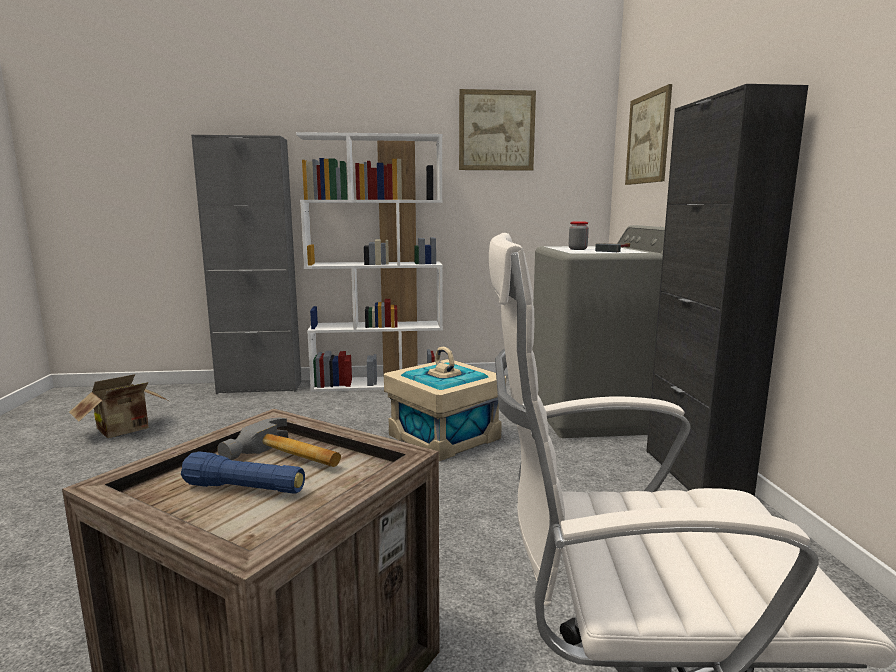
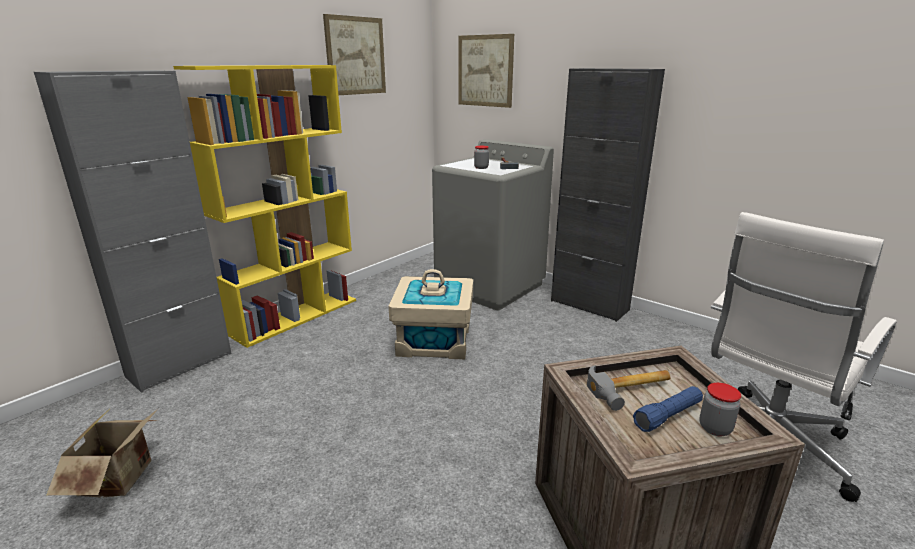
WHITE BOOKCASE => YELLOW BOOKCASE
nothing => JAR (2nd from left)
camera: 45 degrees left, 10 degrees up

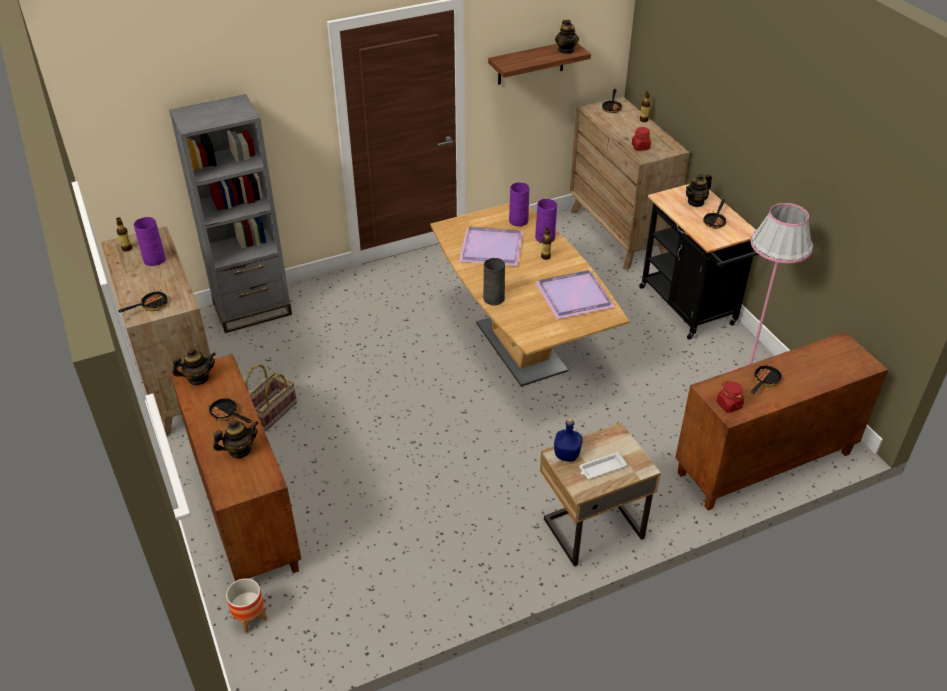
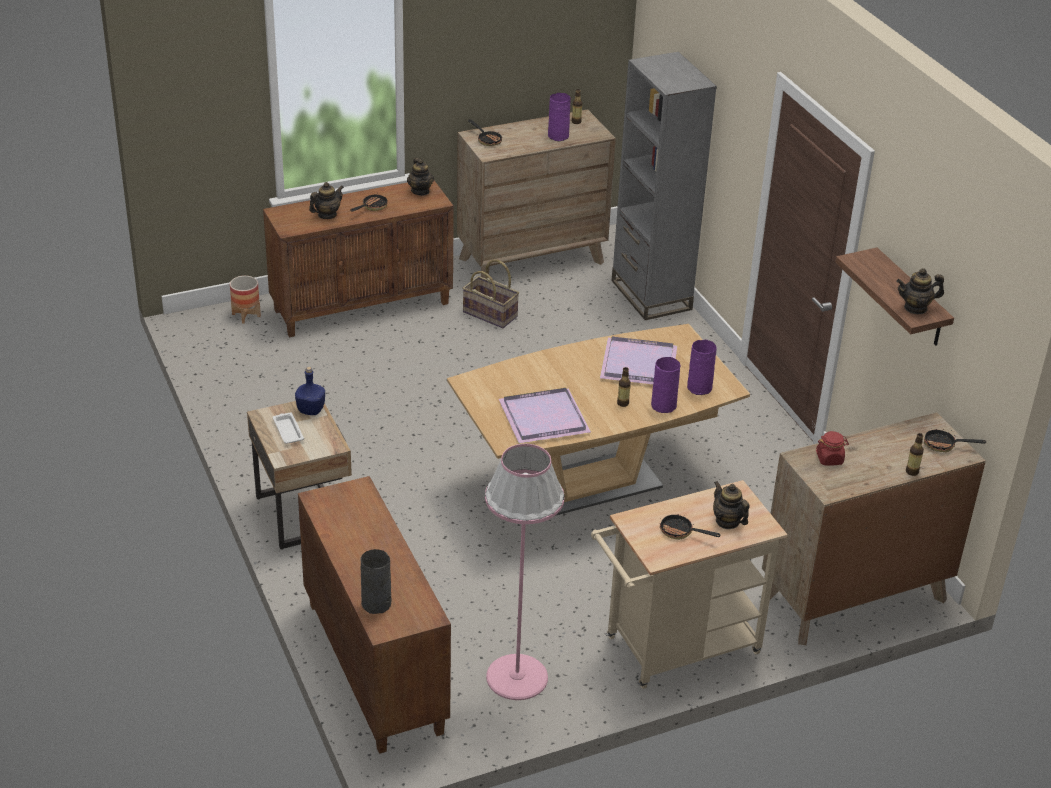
TEAPOT (2nd from left in the first image) => TEAPOT (1st from left), 105 degrees counterclockwise
GREY VASE, moved
BLACK CART => BEIGE CART
RED JAR (2nd from left) => nothing
FRYING PAN (5th from left) => nothing
camera: 90 degrees right, 5 degrees down

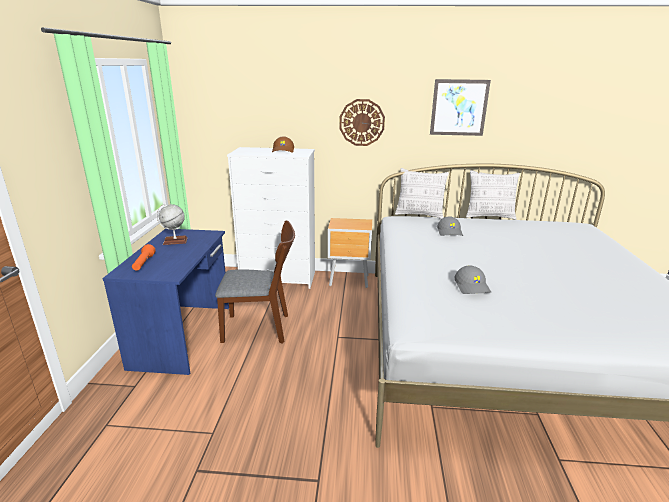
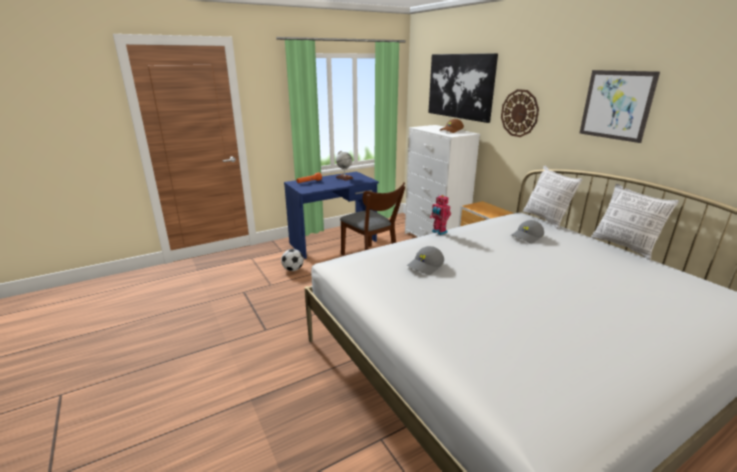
nothing => FOOTBALL
nothing => PICTURE (1st from left)
nothing => TOY ROBOT
camera: 55 degrees right, 0 degrees up

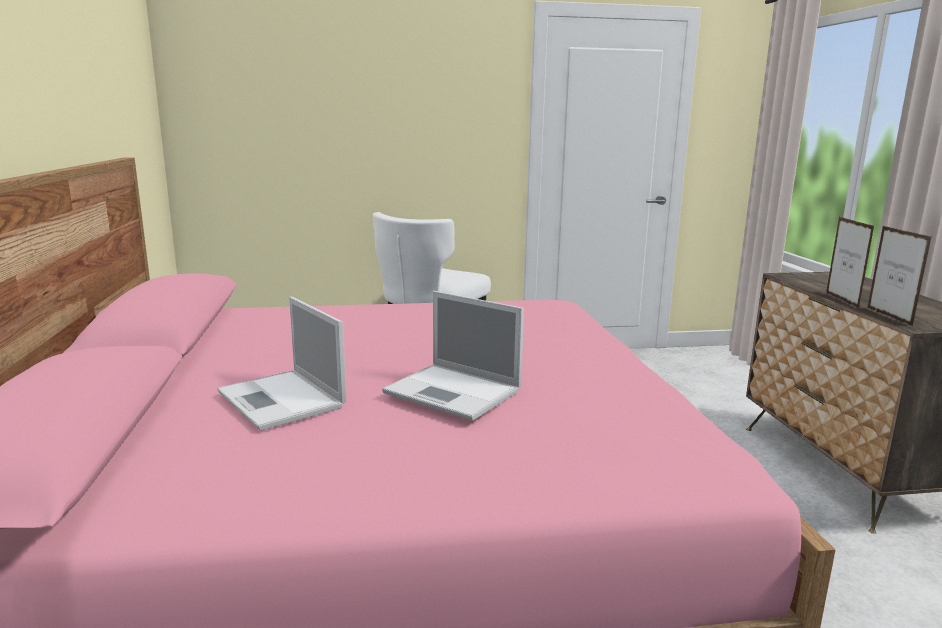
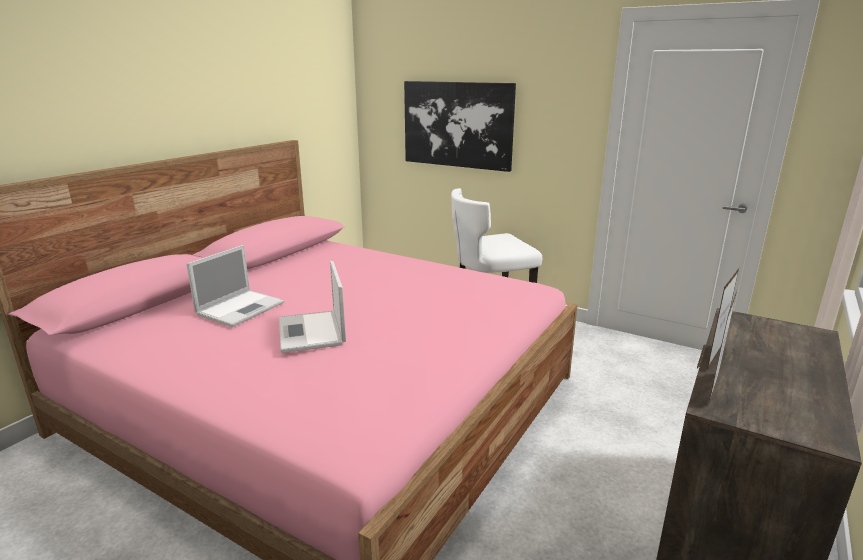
LAPTOP (1st from left), 150 degrees counterclockwise
nothing => PICTURE
camera: 40 degrees right, 5 degrees up

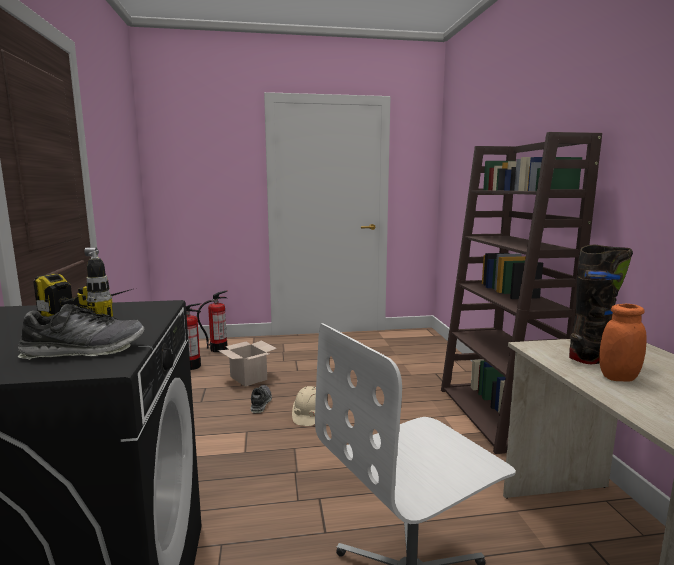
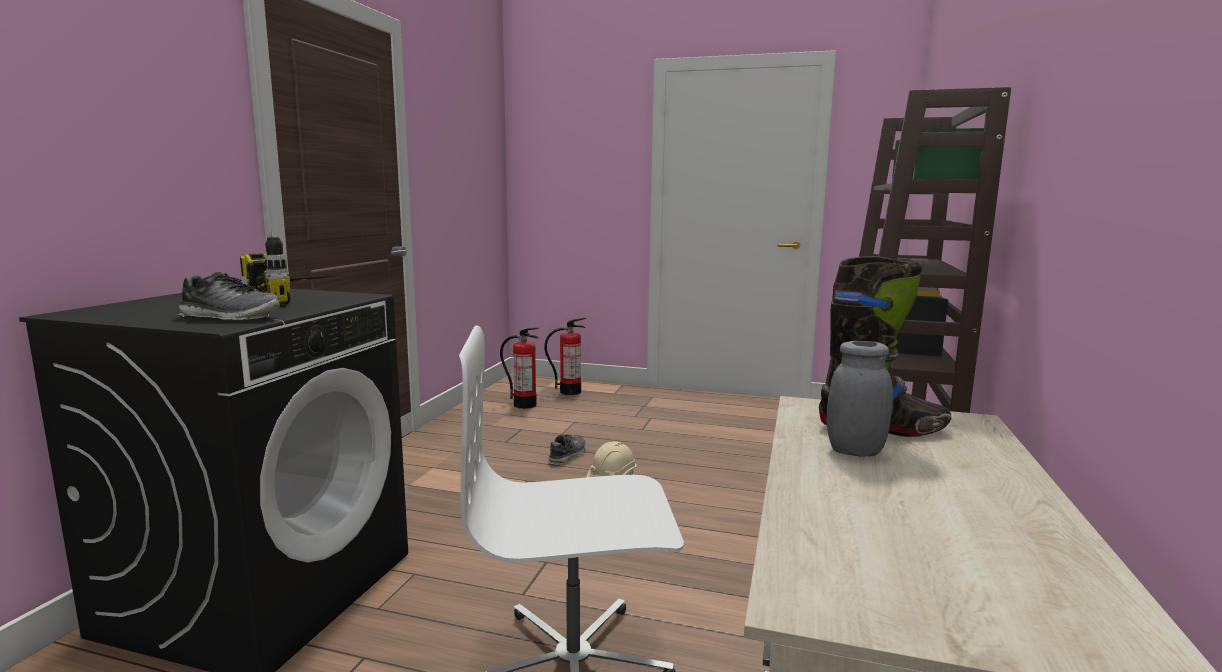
CARDBOARD BOX => nothing
ORANGE JAR => GREY JAR
camera: 25 degrees right, 0 degrees up

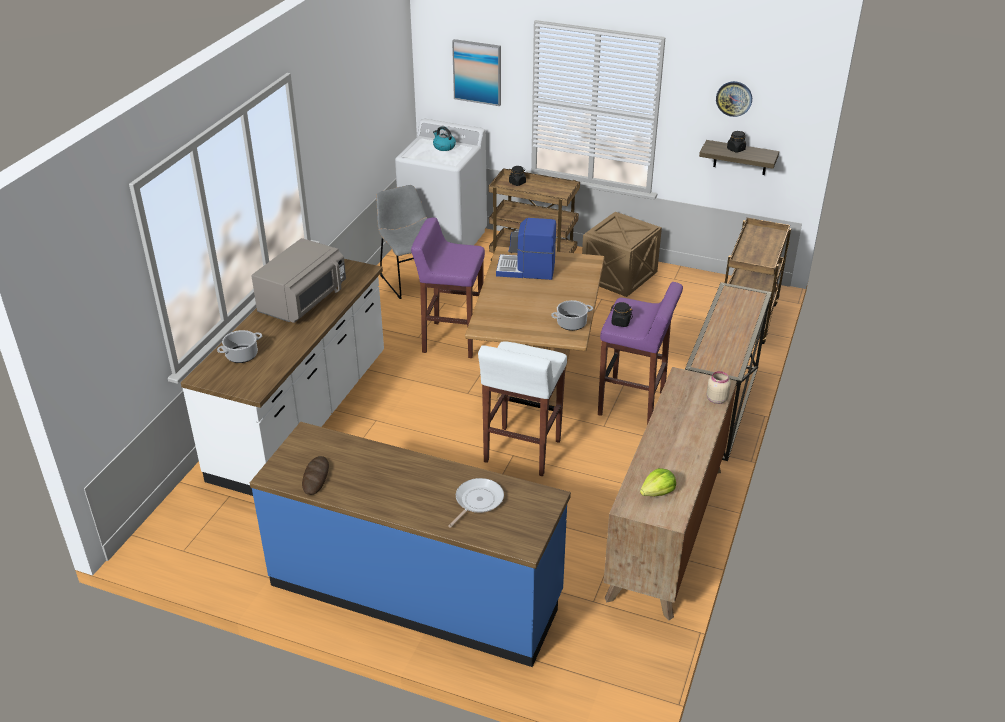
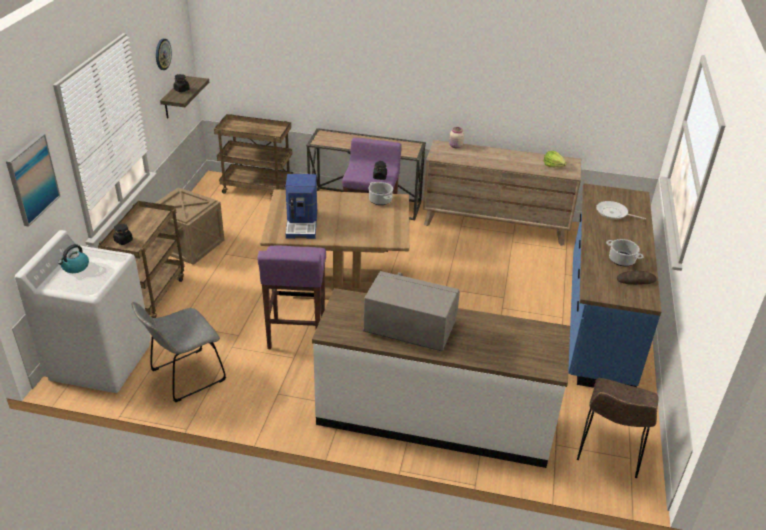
COOKING POT (1st from left in the first image) => COOKING POT (2nd from left), moved
WHITE STOOL => nothing
nothing => BROWN CHAIR
camera: 100 degrees left, 0 degrees up

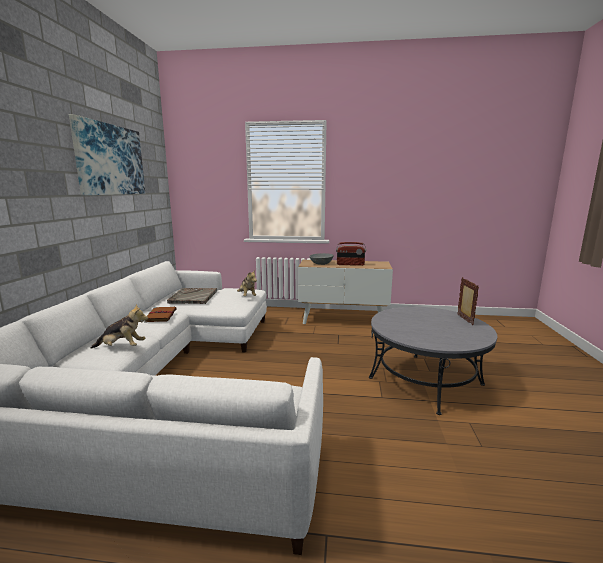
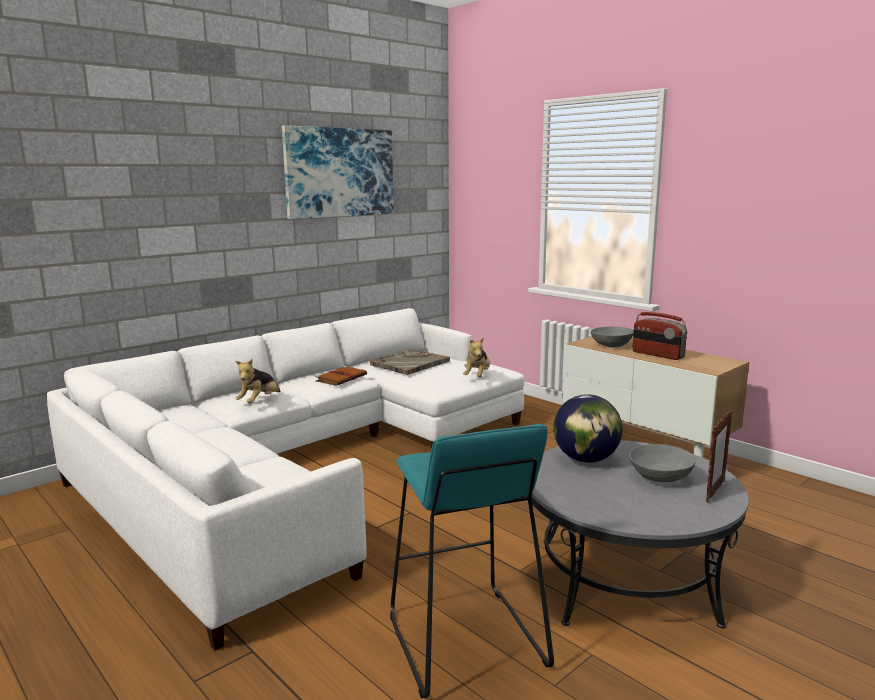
PLUSH TOY (1st from left), 75 degrees clockwise
nothing => TURQUOISE STOOL
nothing => GLOBE
nothing => GREY BOWL (2nd from left)
camera: 40 degrees right, 0 degrees up

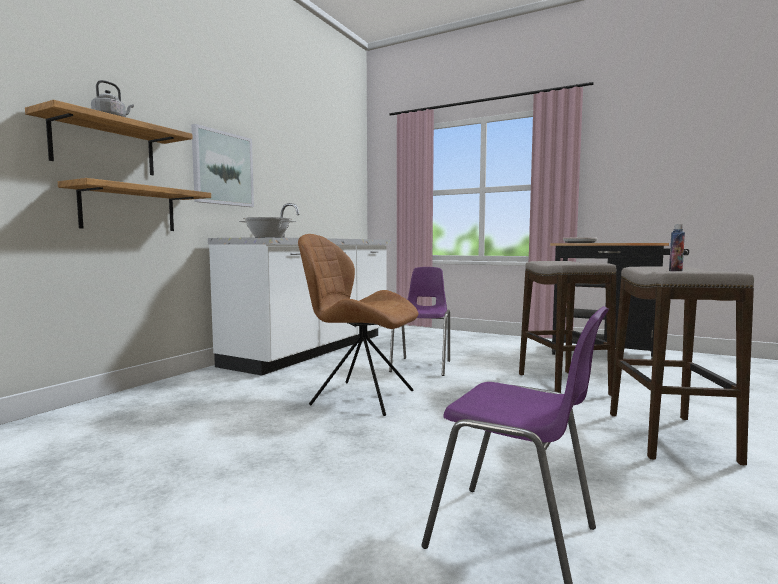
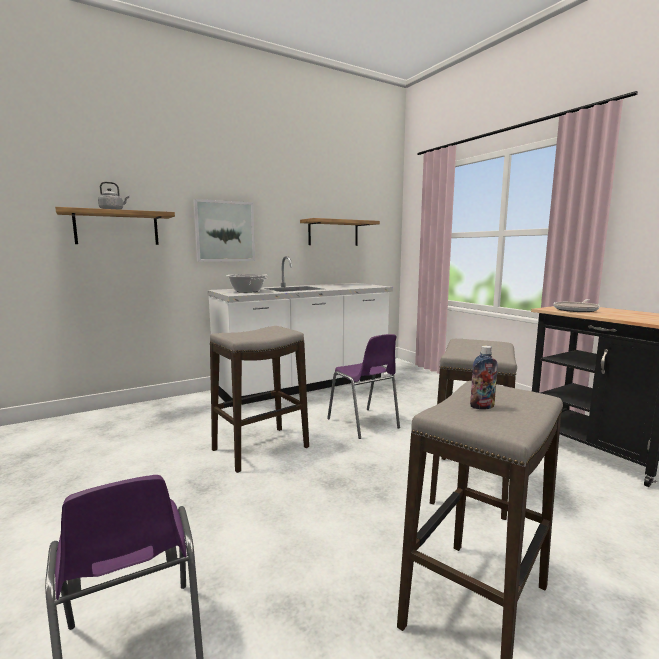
SHELF (2nd from left), moved
BROWN CHAIR => STOOL (1st from left)
PURPLE CHAIR (1st from left in the first image) => PURPLE CHAIR (2nd from left), 105 degrees clockwise
camera: 30 degrees right, 5 degrees up

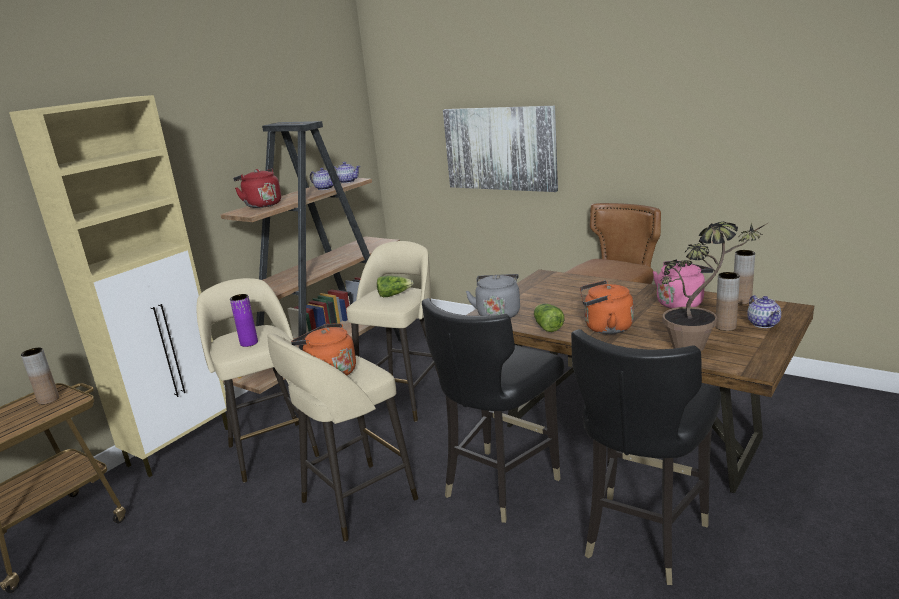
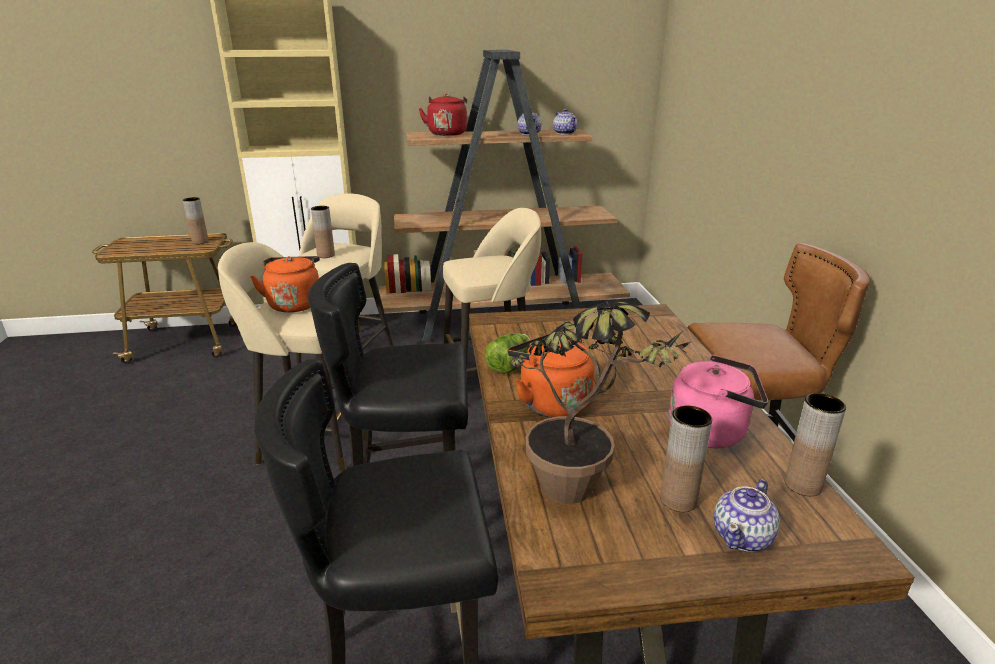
PURPLE VASE => BROWN VASE (2nd from left)
LETTUCE (1st from left) => nothing
PICTURE => nothing
GREY KETTLE => nothing
camera: 45 degrees right, 5 degrees up

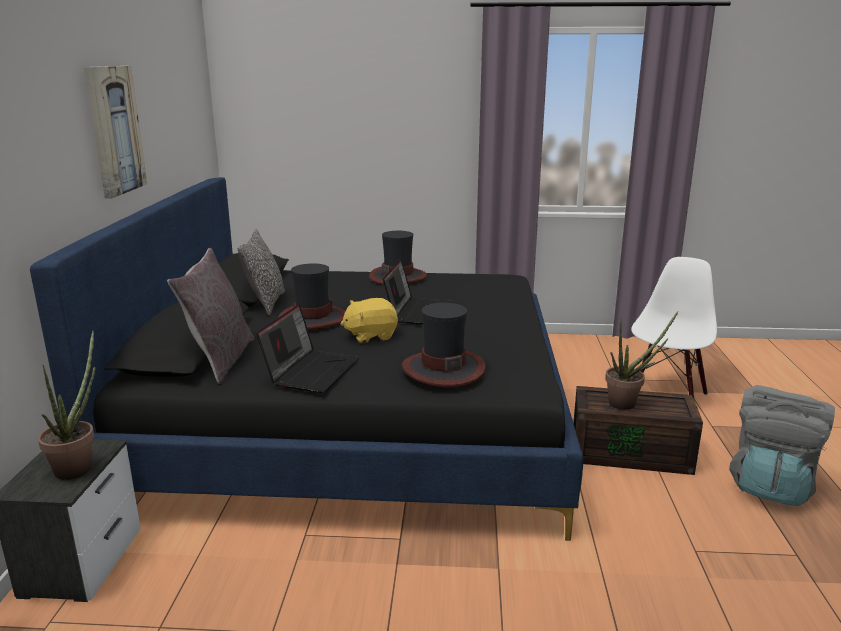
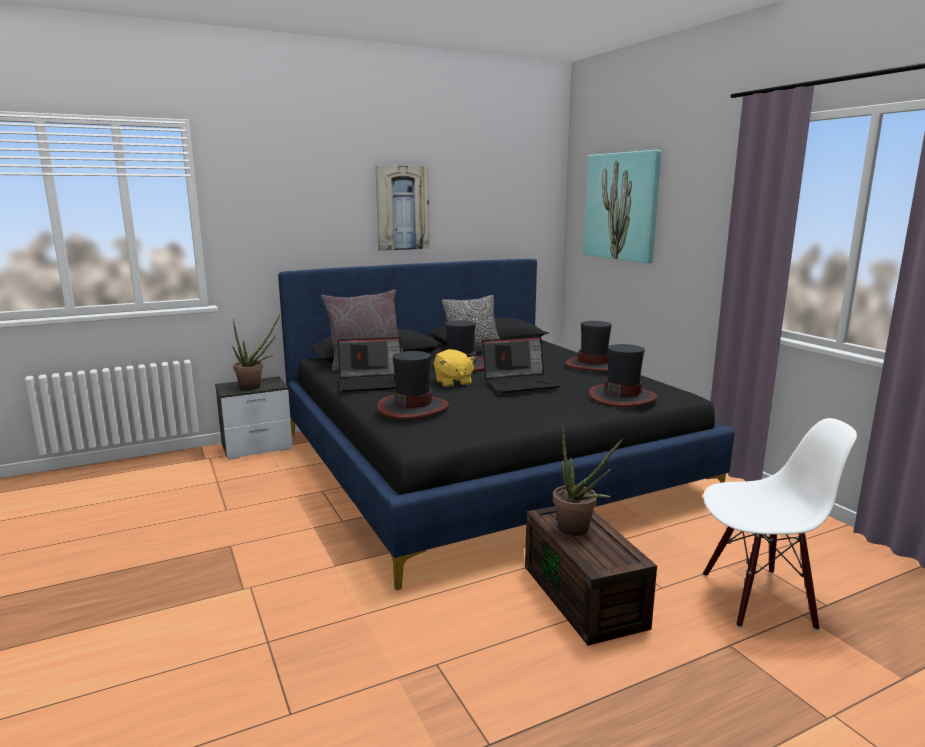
YELLOW PLUSH TOY, 150 degrees counterclockwise
GREY BACKPACK => nothing
nothing => PICTURE (2nd from left)
nothing => HAT (4th from left)
camera: 60 degrees right, 5 degrees down

